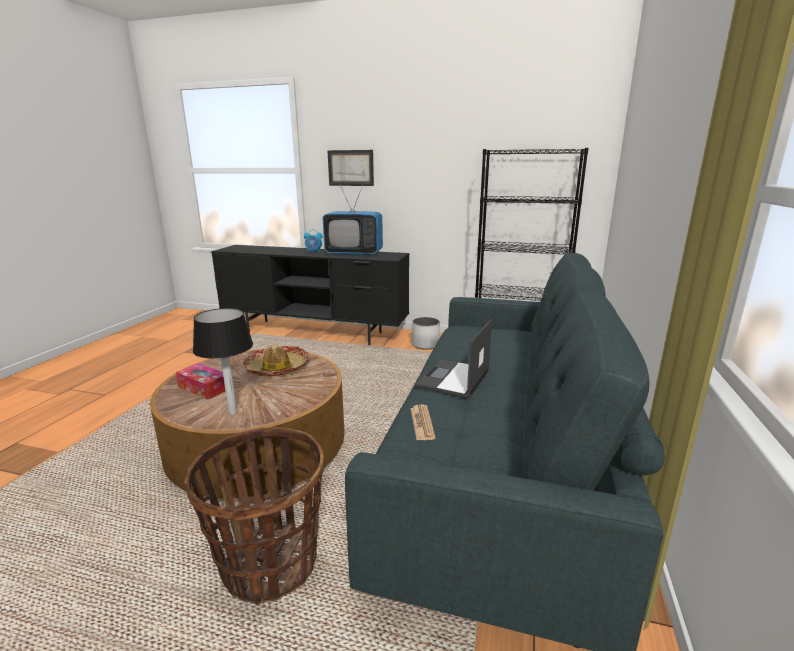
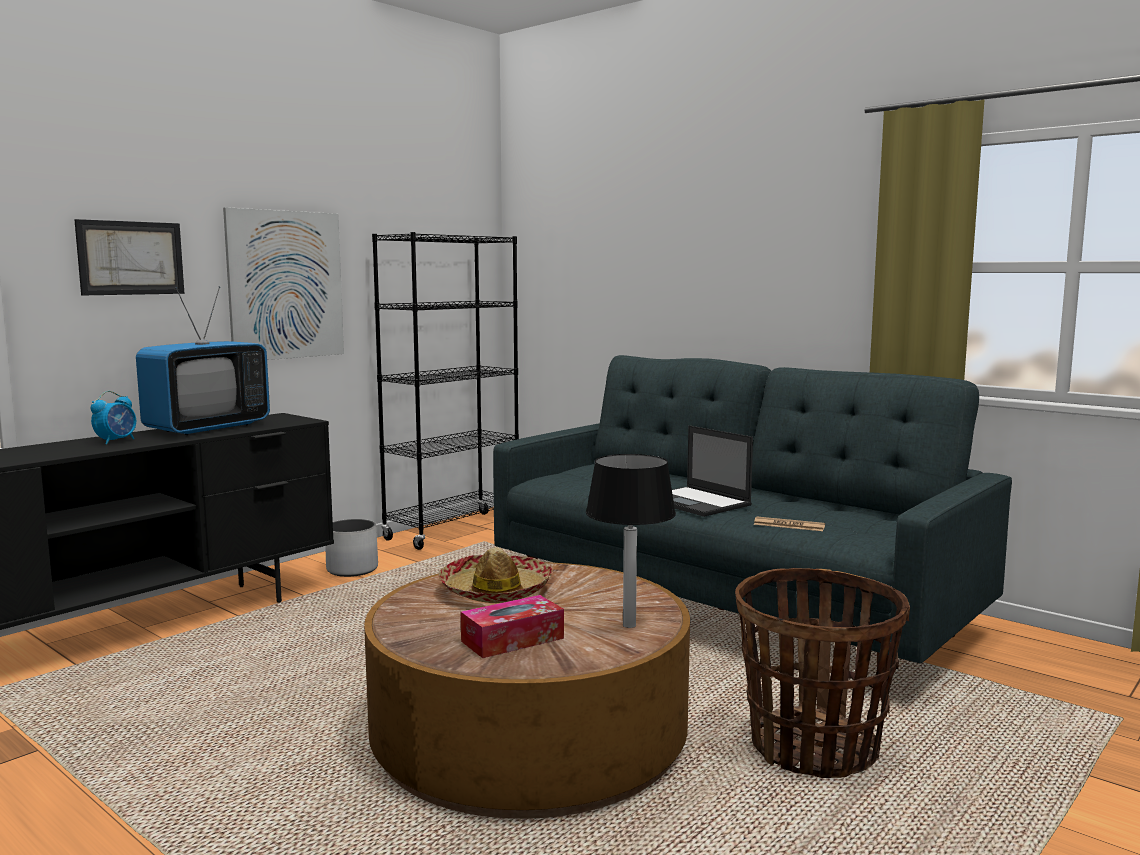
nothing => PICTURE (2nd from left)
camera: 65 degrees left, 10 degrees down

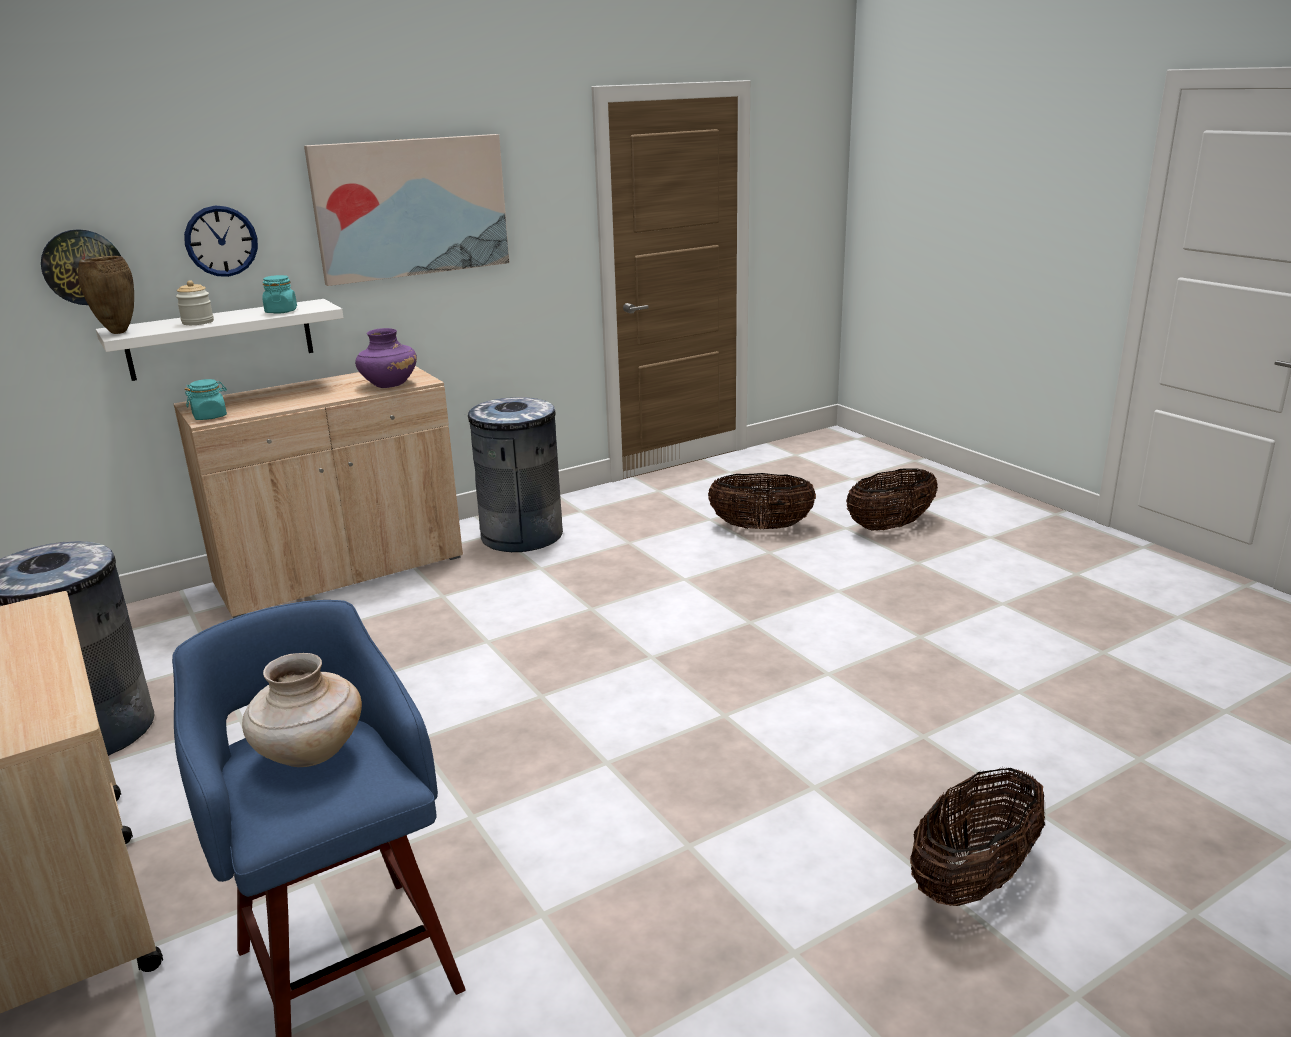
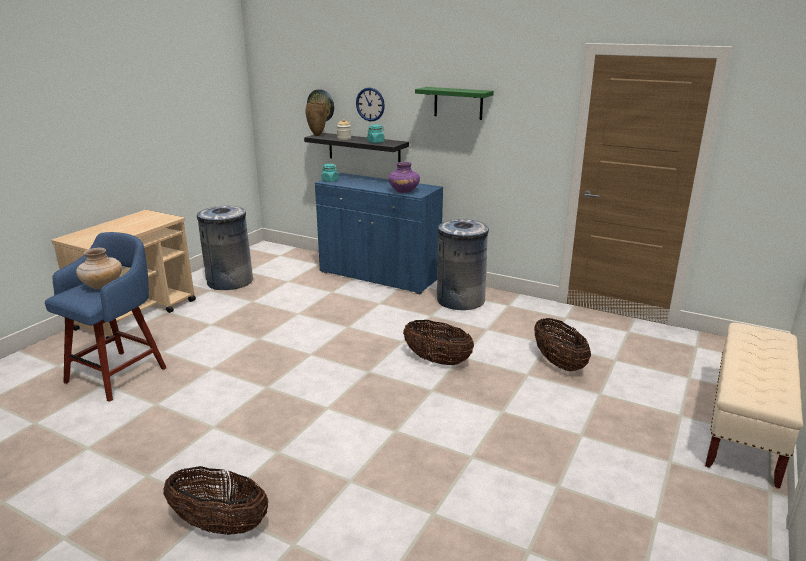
WHITE SHELF => BLACK SHELF
BEIGE CABINET => BLUE CABINET
PICTURE => GREEN SHELF
BASKET (2nd from left), moved
nothing => BEIGE BENCH
camera: 60 degrees right, 0 degrees up

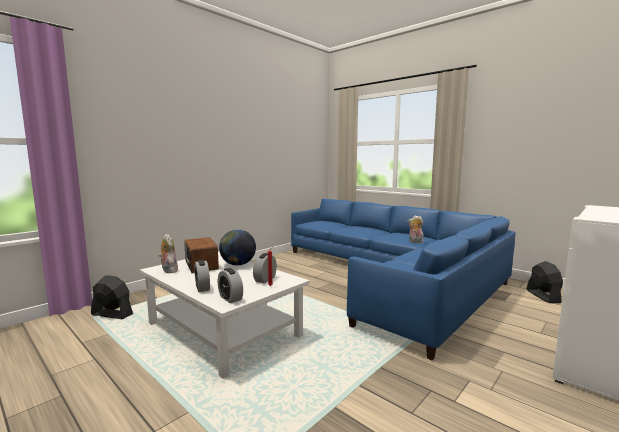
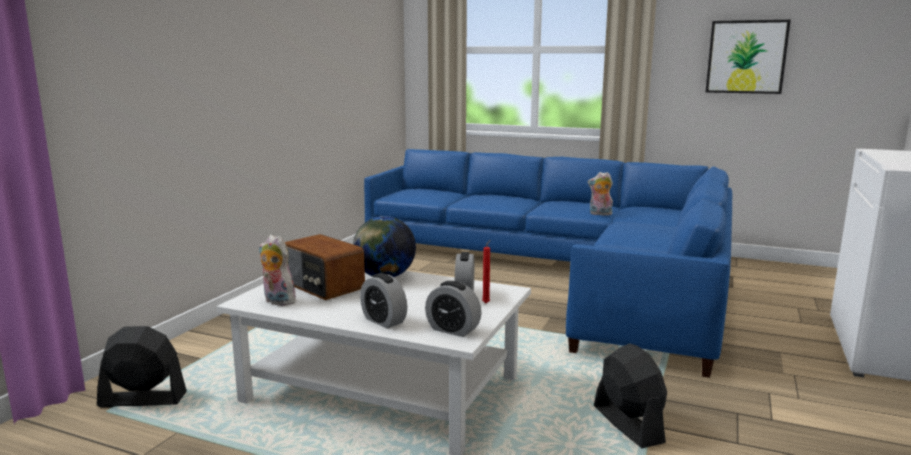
BLACK FAN (2nd from left), moved
nothing => PICTURE
camera: 20 degrees left, 5 degrees up

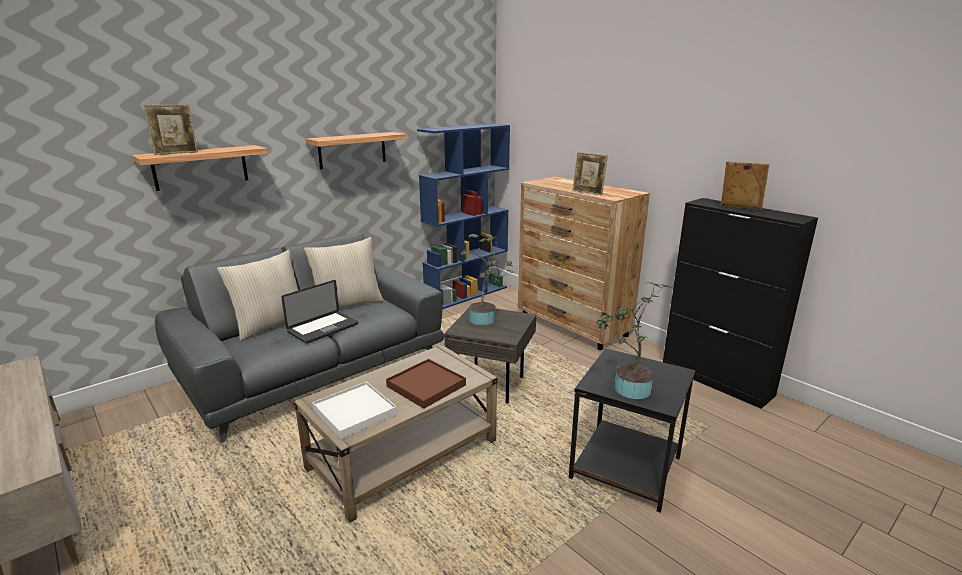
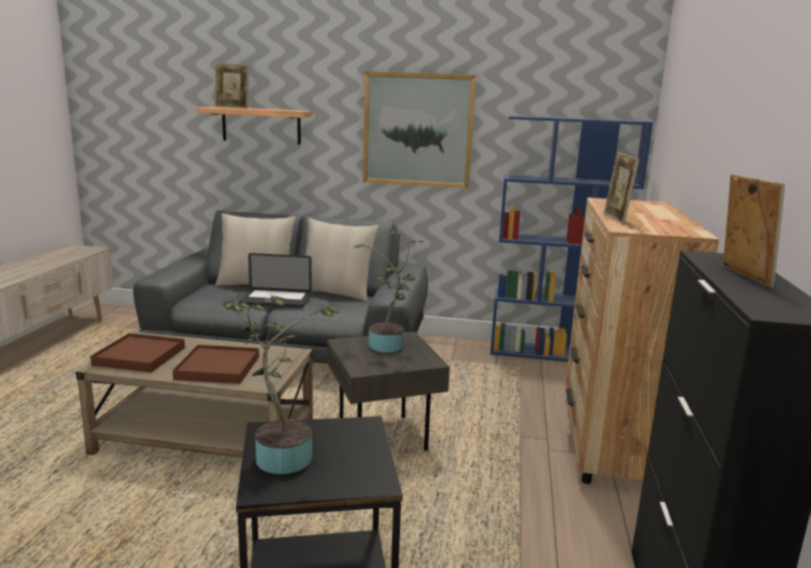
SHELF (2nd from left) => PICTURE
WHITE TRAY => BROWN TRAY (1st from left)
camera: 50 degrees right, 5 degrees down

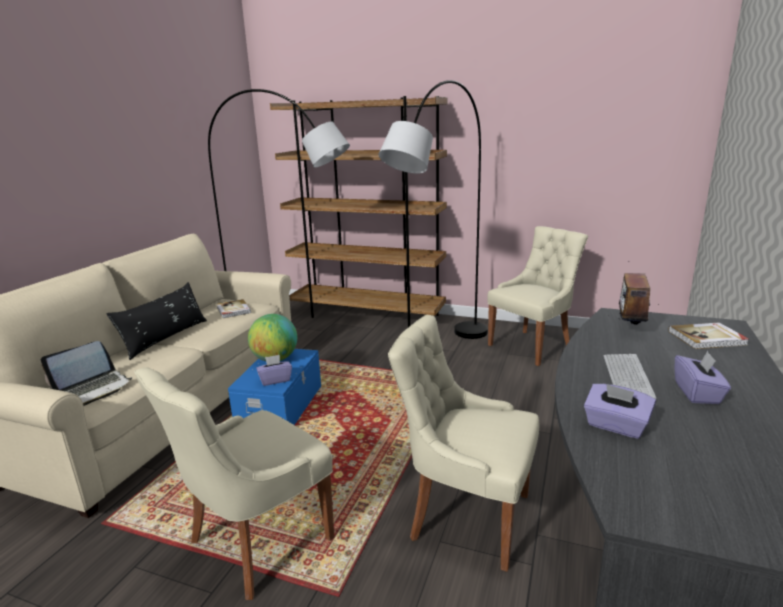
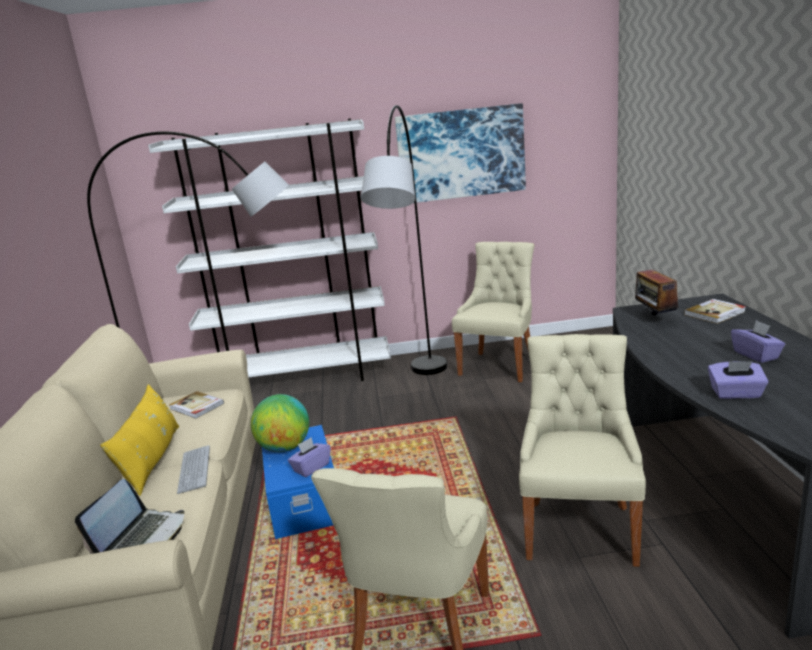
BLACK PILLOW => YELLOW PILLOW
BROWN BOOKCASE => WHITE BOOKCASE
BEIGE CHAIR (2nd from left in the first image) => BEIGE CHAIR (3rd from left), 105 degrees clockwise
KEYBOARD, moved
nothing => PICTURE
camera: 25 degrees left, 0 degrees up

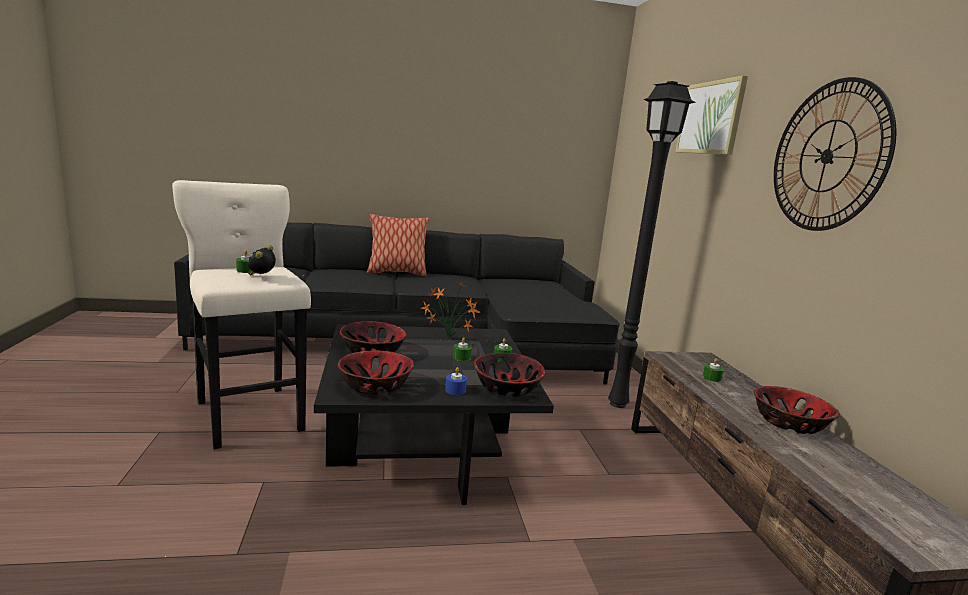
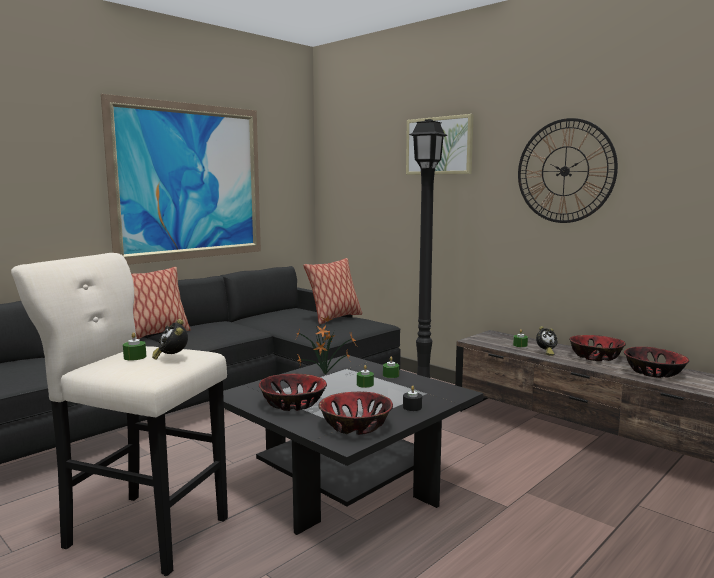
BLUE CANDLE => BLACK CANDLE
BOWL (3rd from left in the first image) => BOWL (4th from left), moved
nothing => PICTURE (1st from left)
nothing => PILLOW (2nd from left)
nothing => ALARM CLOCK (2nd from left)
camera: 35 degrees left, 5 degrees down

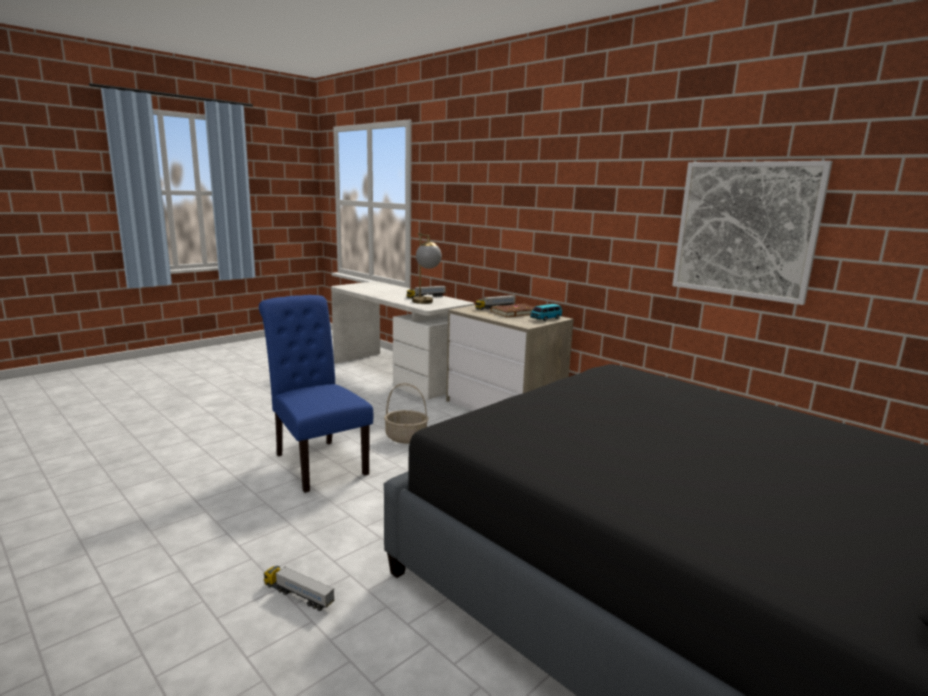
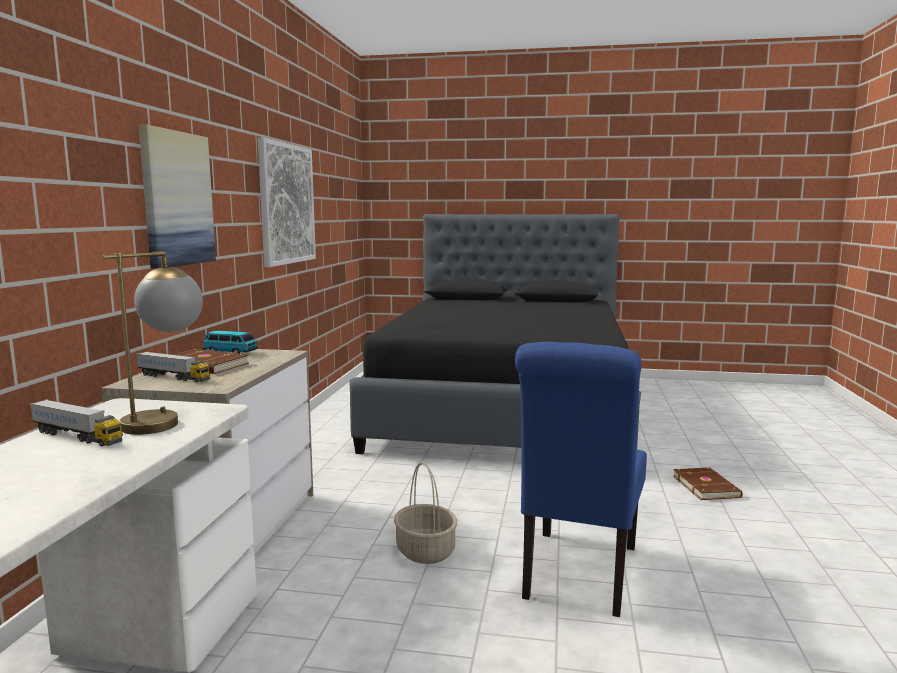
TOY TRUCK (1st from left) => BROWN BOOK (2nd from left)
nothing => PICTURE (1st from left)
camera: 125 degrees left, 5 degrees down

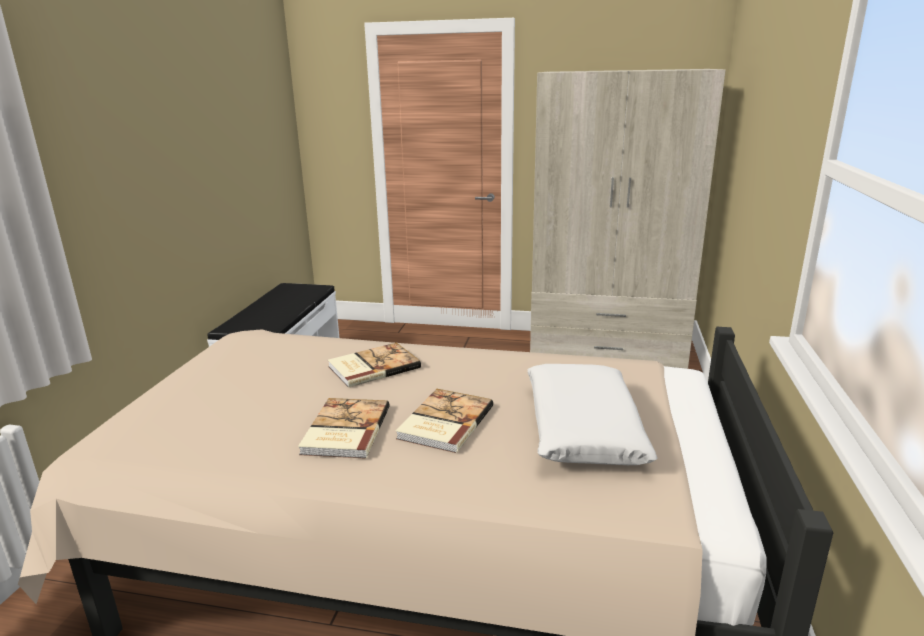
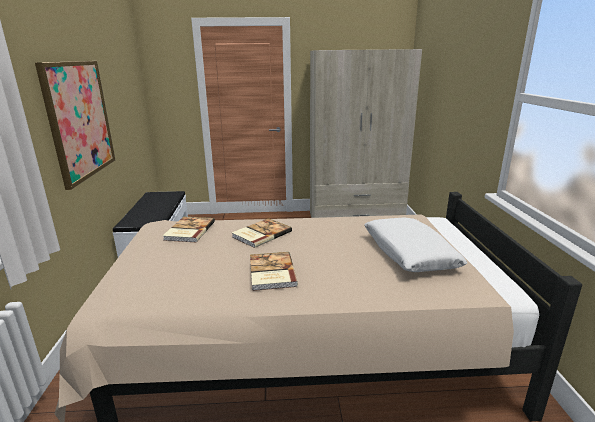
BOOK (3rd from left in the first image) => BOOK (1st from left), moved
nothing => PICTURE
camera: 15 degrees left, 0 degrees up

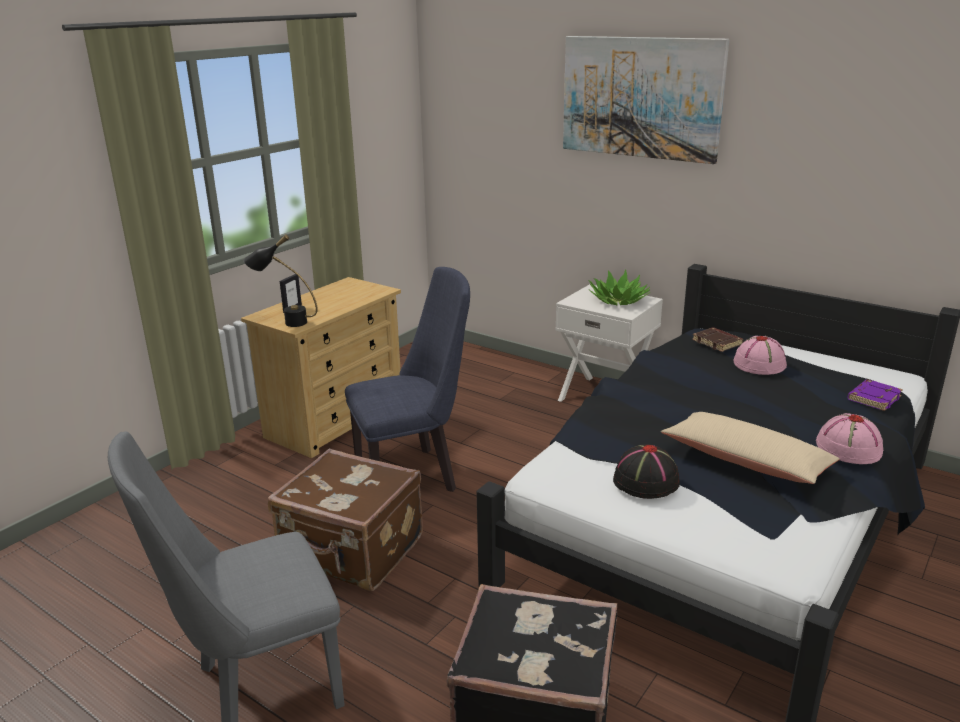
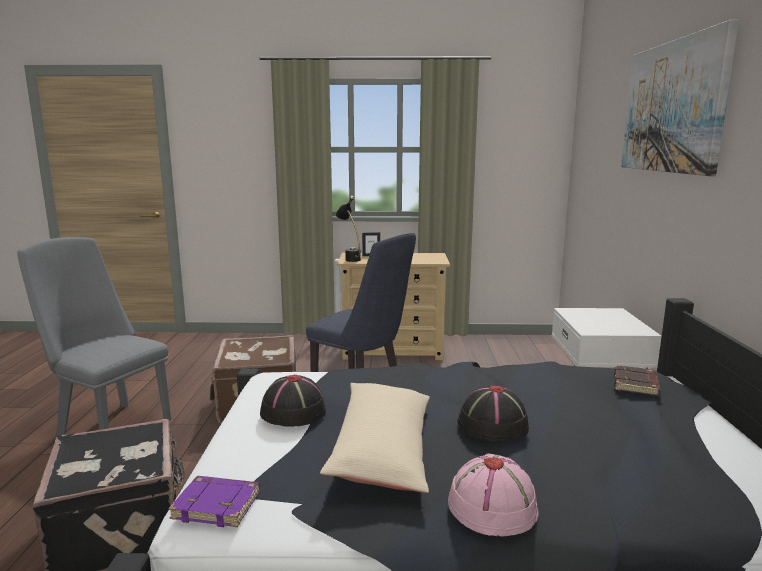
POTTED PLANT => nothing
PINK HAT (1st from left) => nothing
PURPLE BOOK, moved
nothing => BLACK HAT (2nd from left)
camera: 55 degrees right, 10 degrees down

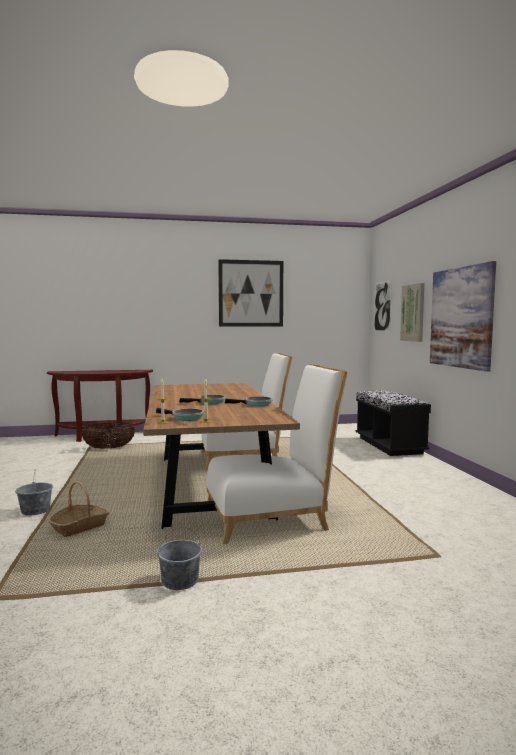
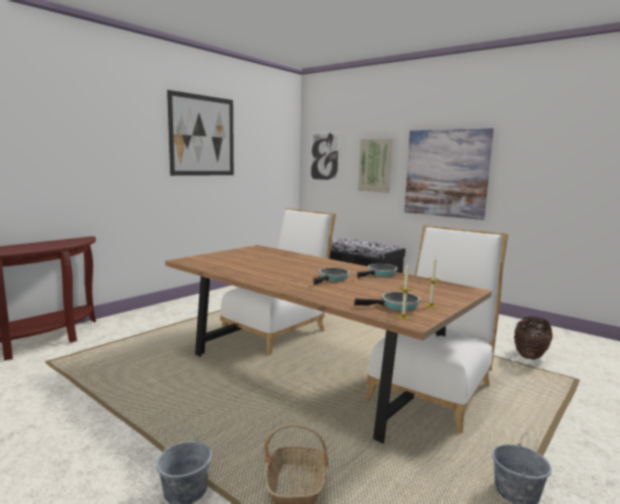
BASKET (2nd from left), moved
camera: 40 degrees left, 5 degrees up

